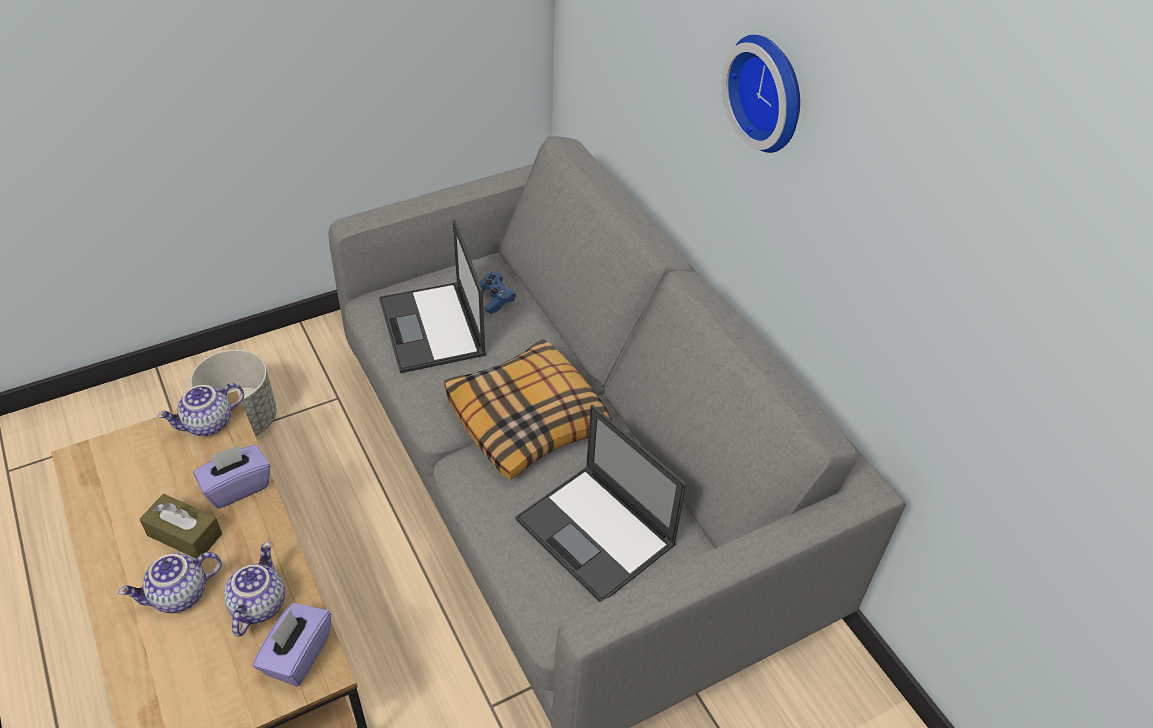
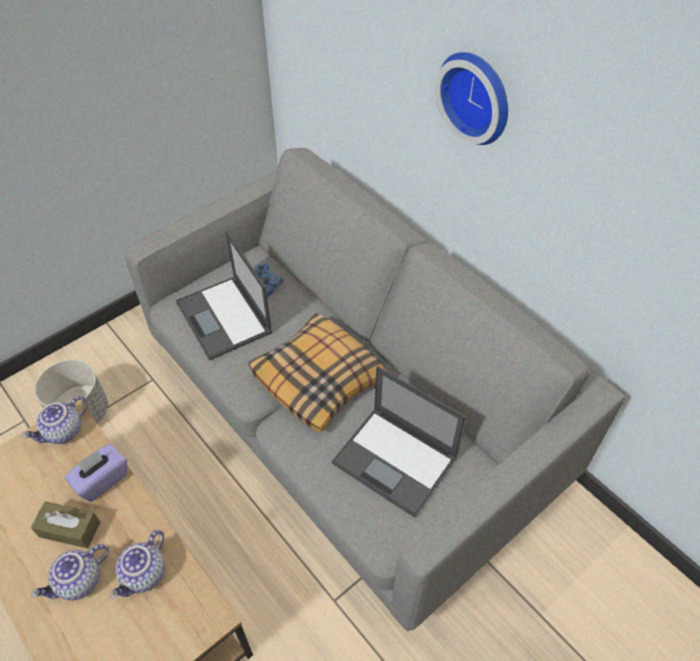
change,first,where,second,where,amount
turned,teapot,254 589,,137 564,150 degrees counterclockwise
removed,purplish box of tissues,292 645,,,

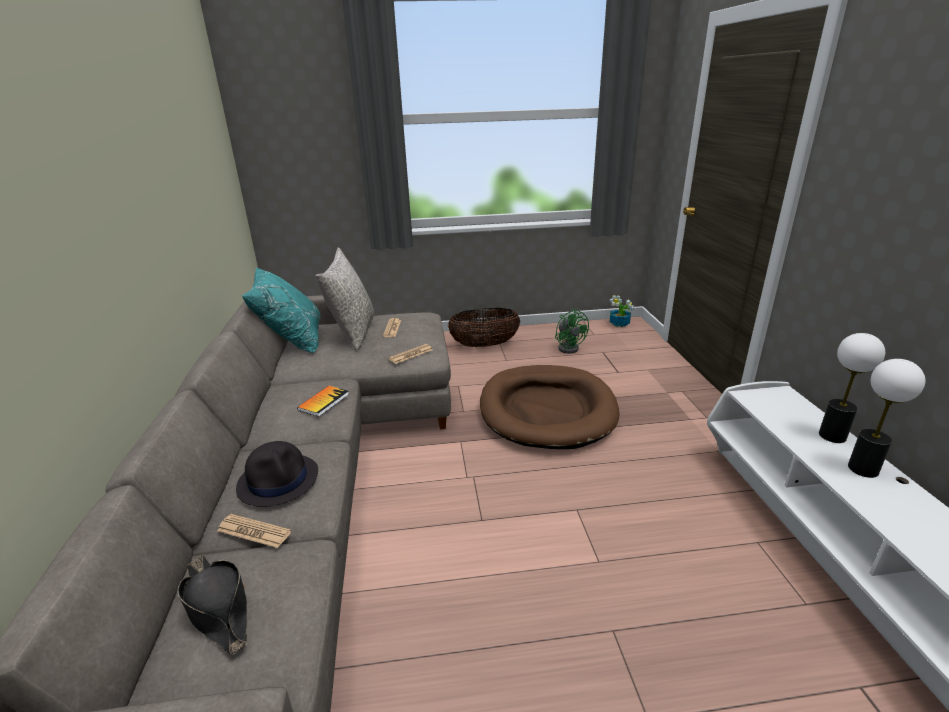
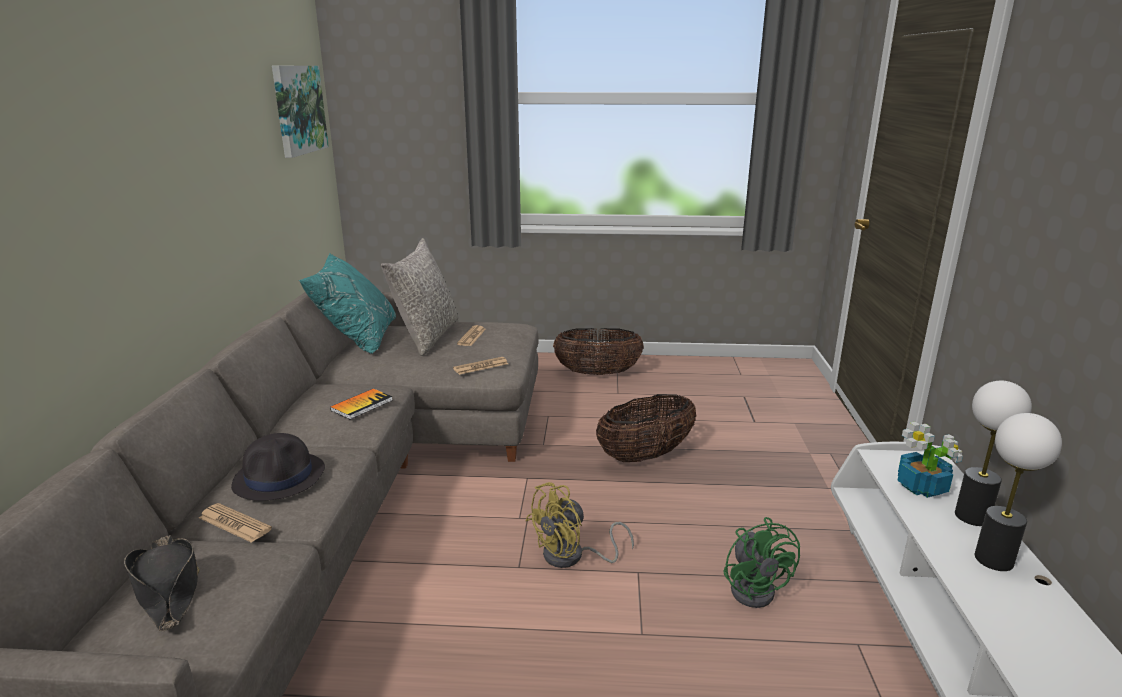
change,first,where,second,where,amount
moved,potted plant,622 311,,930 460,
moved,greenish electric fan,572 331,,761 562,
replaced,brownish dog bed,550 407,household basket,646 428,
added,,,wall picture,300 112,
added,,,yellow-coloured electric fan,579 525,

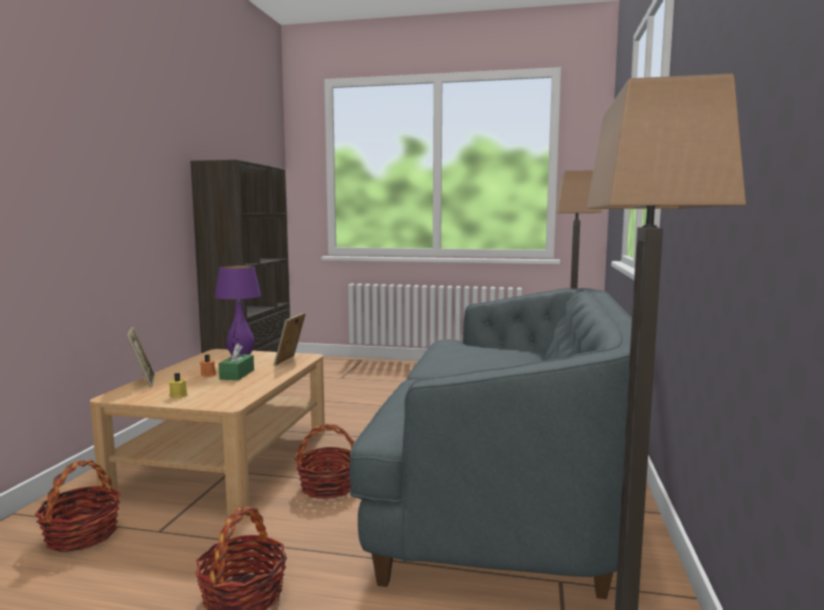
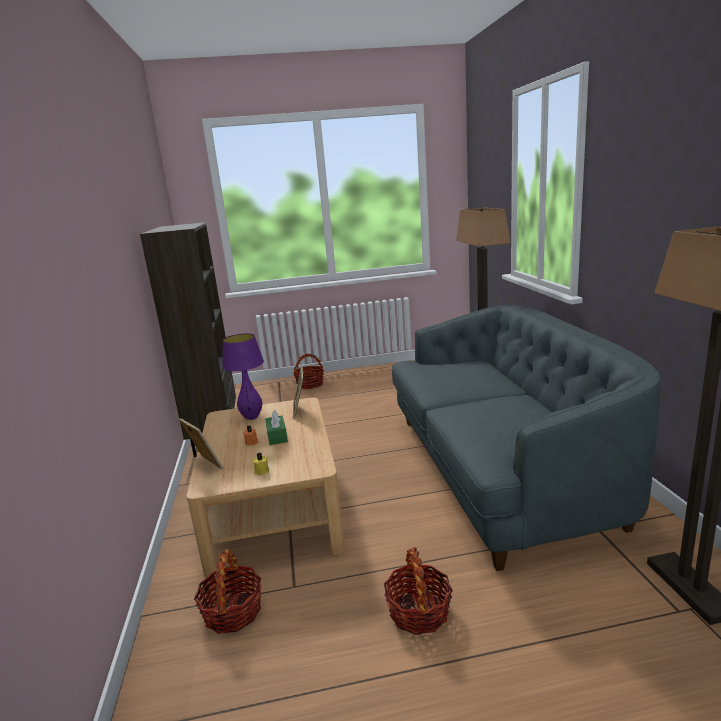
change,first,where,second,where,amount
moved,household basket,324 461,,308 371,

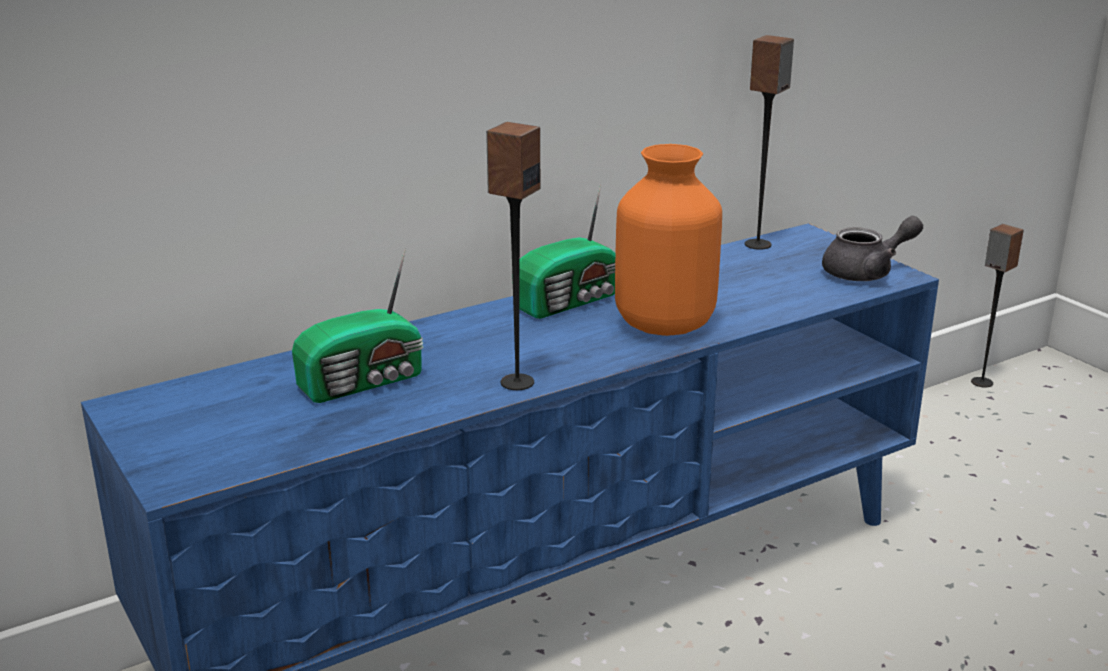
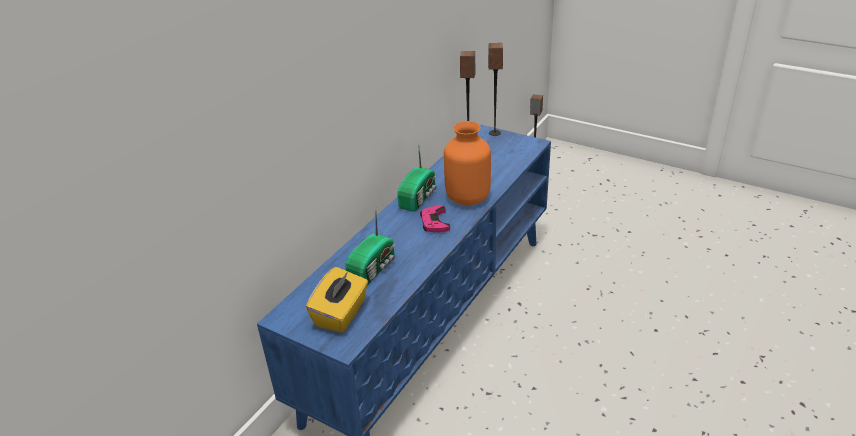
change,first,where,second,where,amount
moved,audio speaker,513 256,,495 89,
removed,grey teapot,872 248,,,
added,,,pinkish gamepad,435 218,
added,,,yellow-coloured box of tissues,337 300,

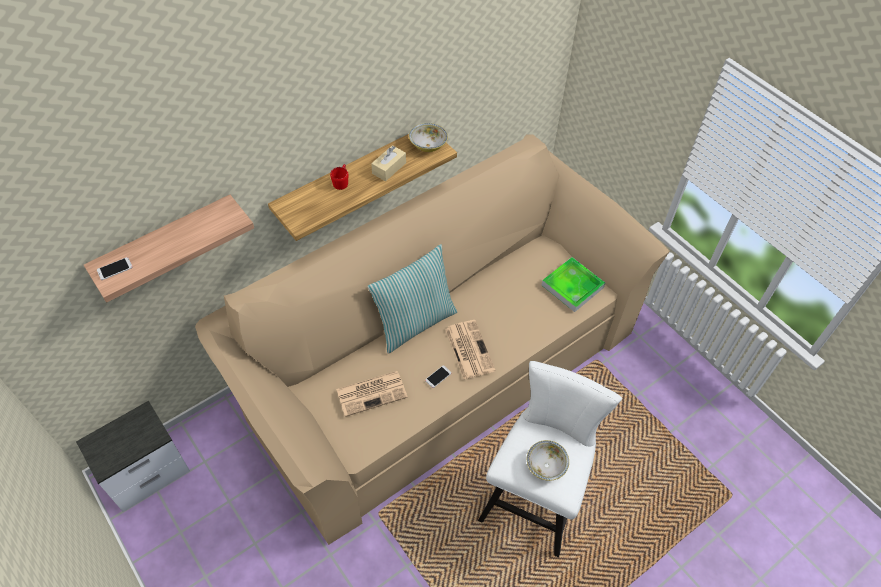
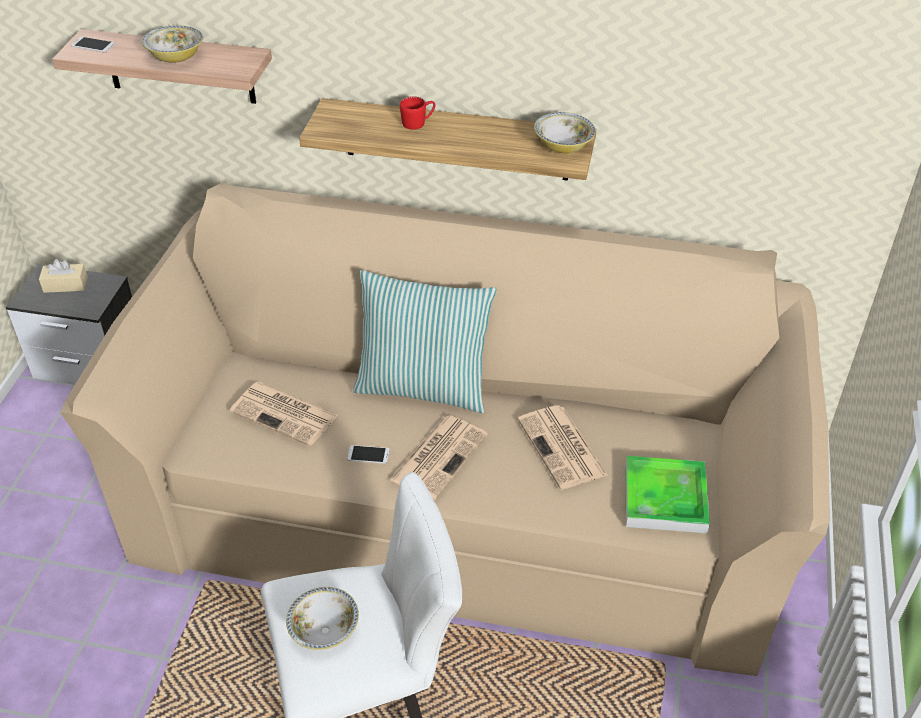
change,first,where,second,where,amount
moved,sand-coloured box of tissues,388 163,,63 276,
added,,,deep dish,172 44,
added,,,newspaper,563 447,

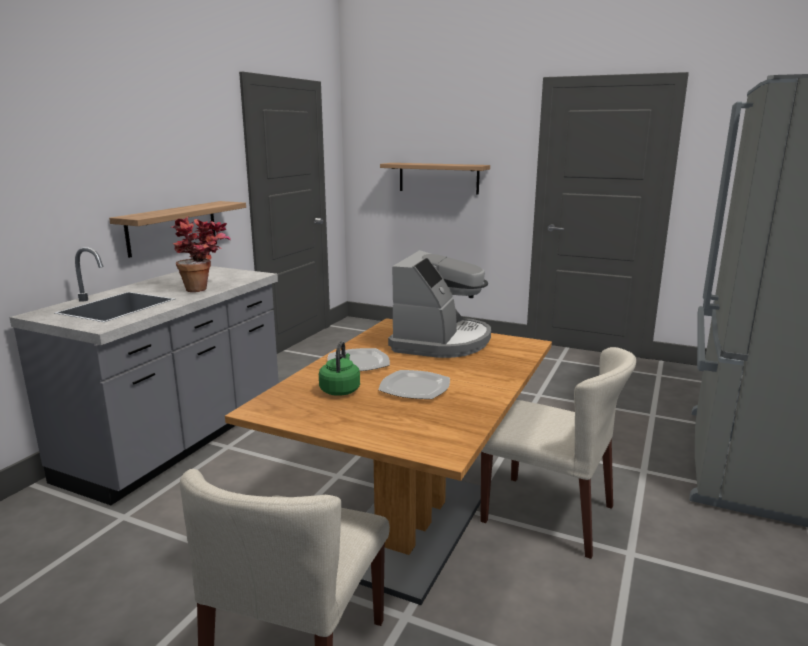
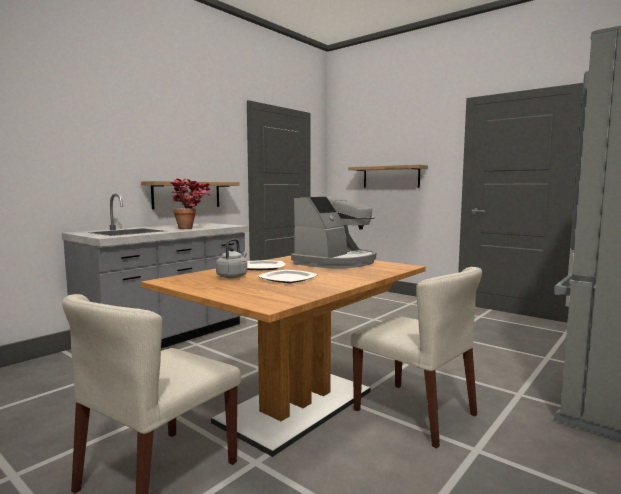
change,first,where,second,where,amount
recoloured,greenish kettle,339 368,grey kettle,231 258,

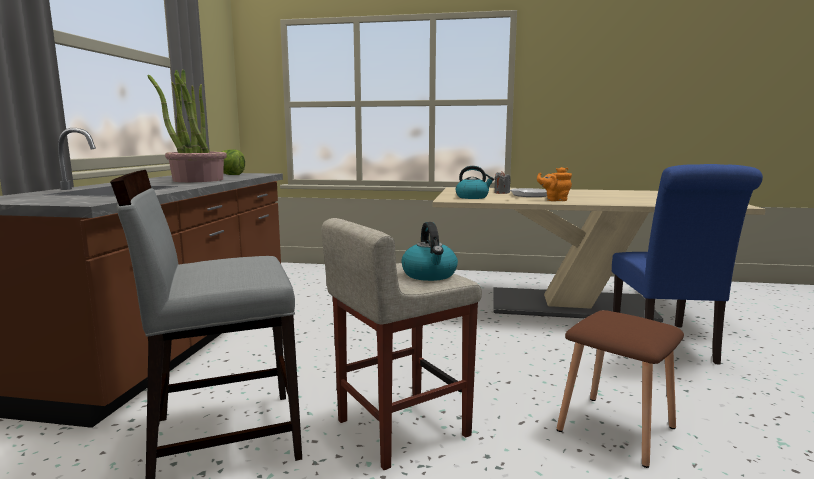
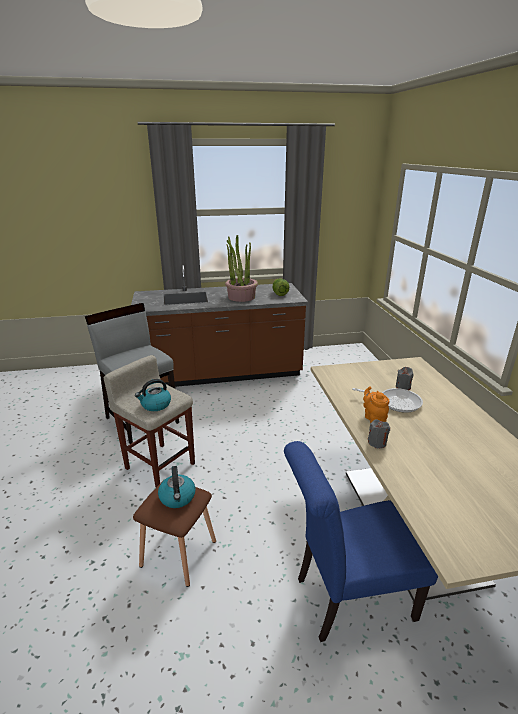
change,first,where,second,where,amount
moved,kettle,475 182,,176 487,
added,,,grey wax candle,379 433,

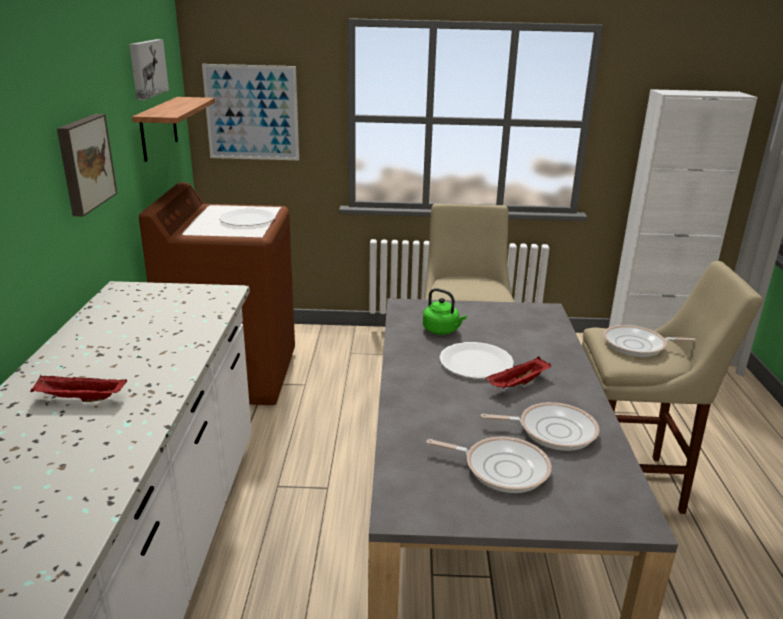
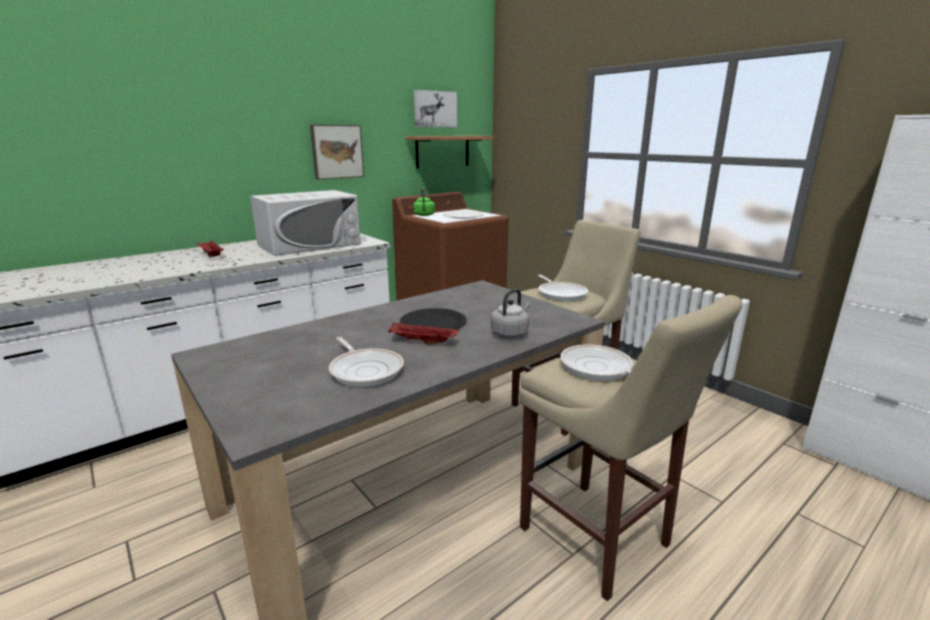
change,first,where,second,where,amount
removed,wall picture,250 112,,,
moved,greenish kettle,445 311,,424 202,
recoloured,whitish dinner plate,476 360,black dinner plate,433 318,
moved,pan,489 465,,562 288,
added,,,whitish microwave,305 223,
added,,,grey kettle,510 313,

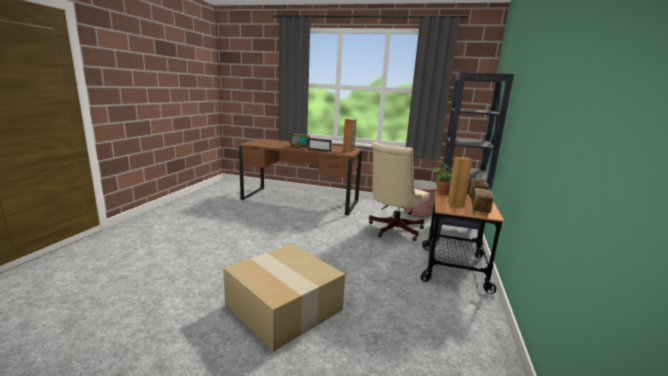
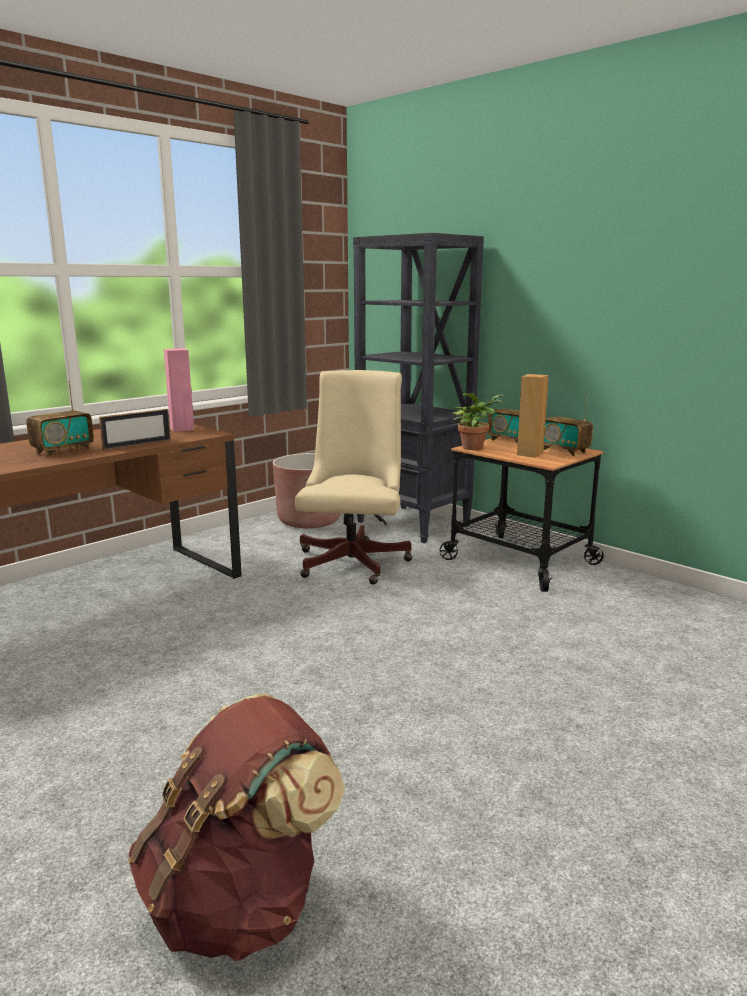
change,first,where,second,where,amount
recoloured,brownish audio speaker,350 135,pinkish audio speaker,179 390,
turned,sand-coloured desk chair,399 191,,354 477,150 degrees counterclockwise
removed,carton,284 298,,,
added,,,brownish rucksack,236 827,

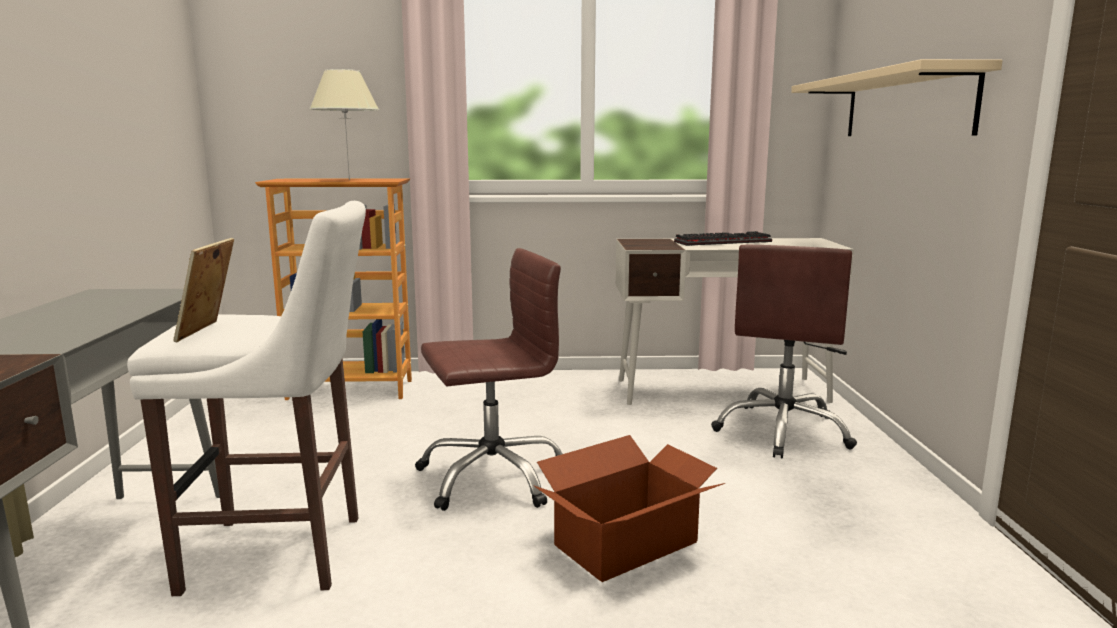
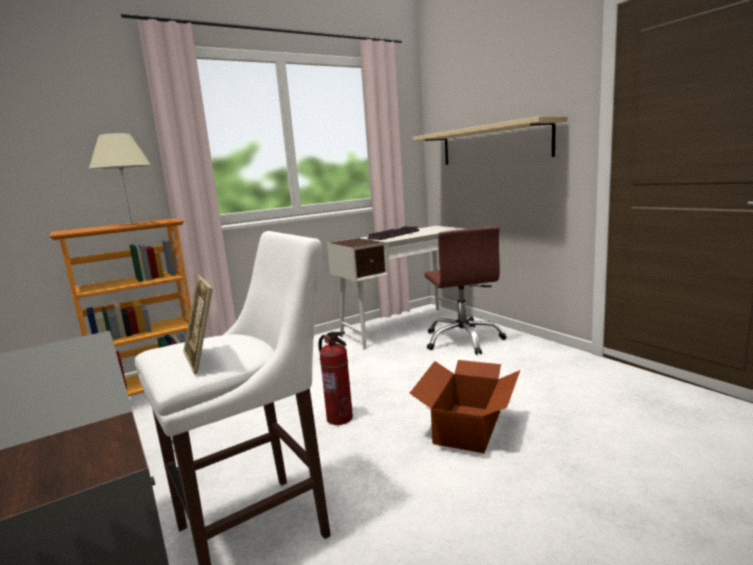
change,first,where,second,where,amount
replaced,brownish desk chair,488 379,fire-fighting cylinder,335 378,

